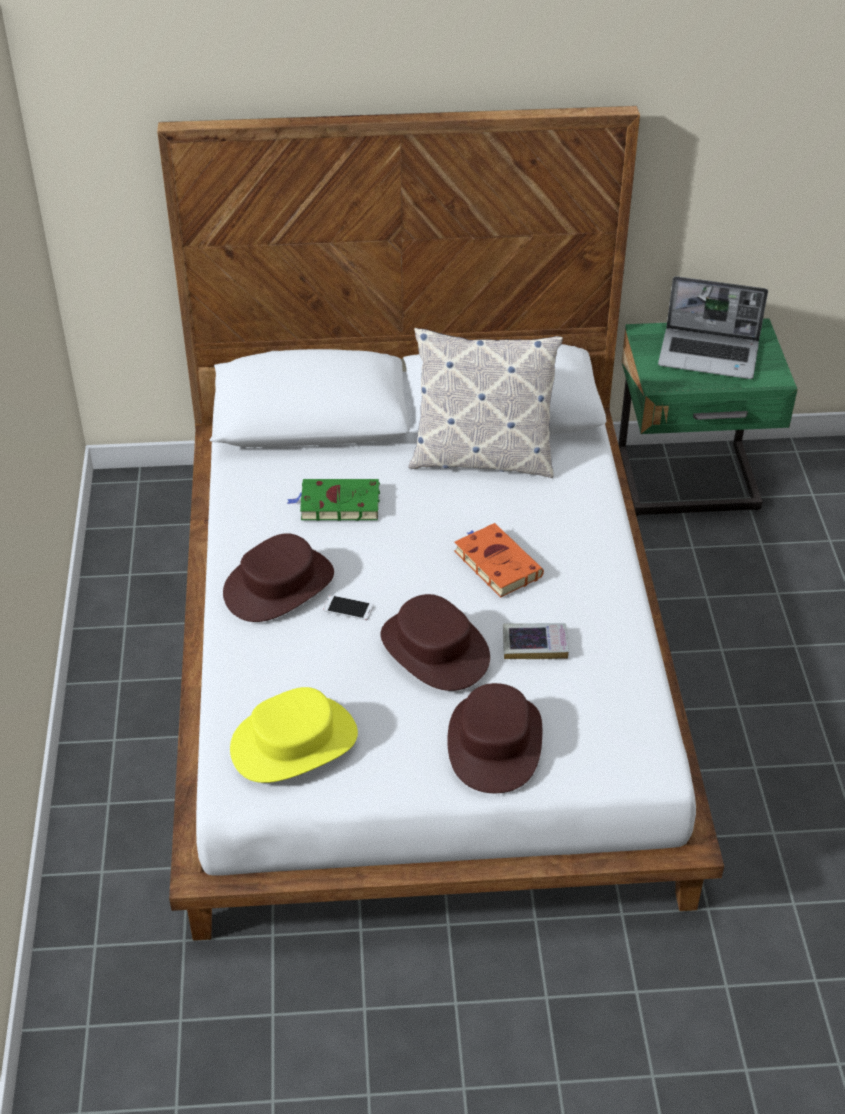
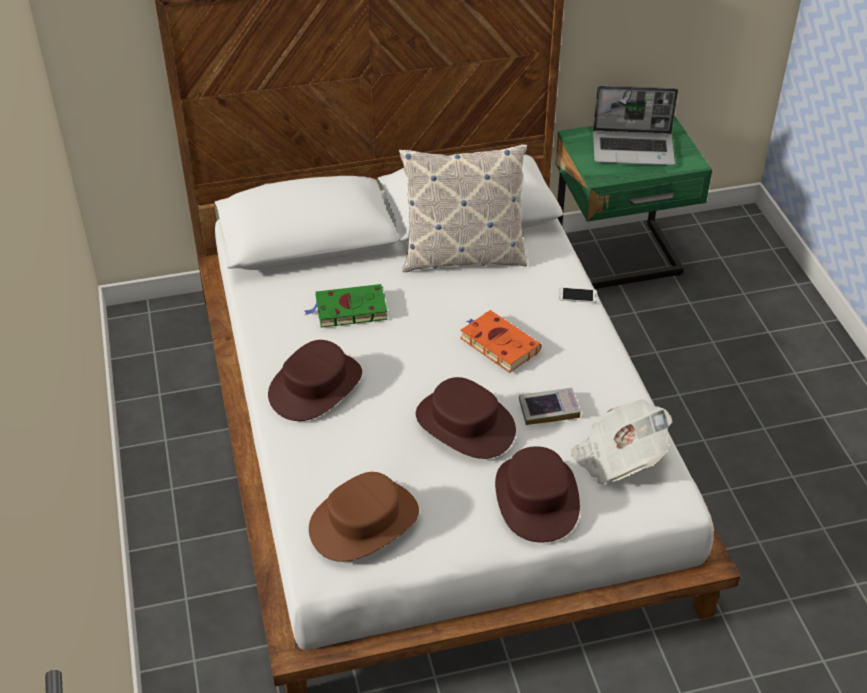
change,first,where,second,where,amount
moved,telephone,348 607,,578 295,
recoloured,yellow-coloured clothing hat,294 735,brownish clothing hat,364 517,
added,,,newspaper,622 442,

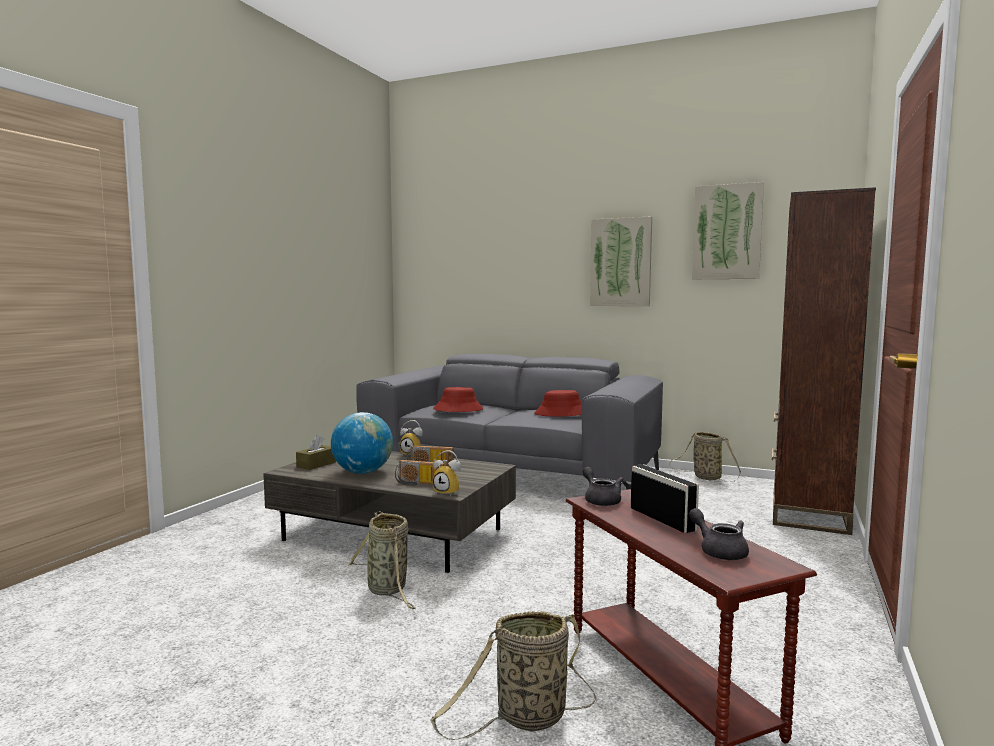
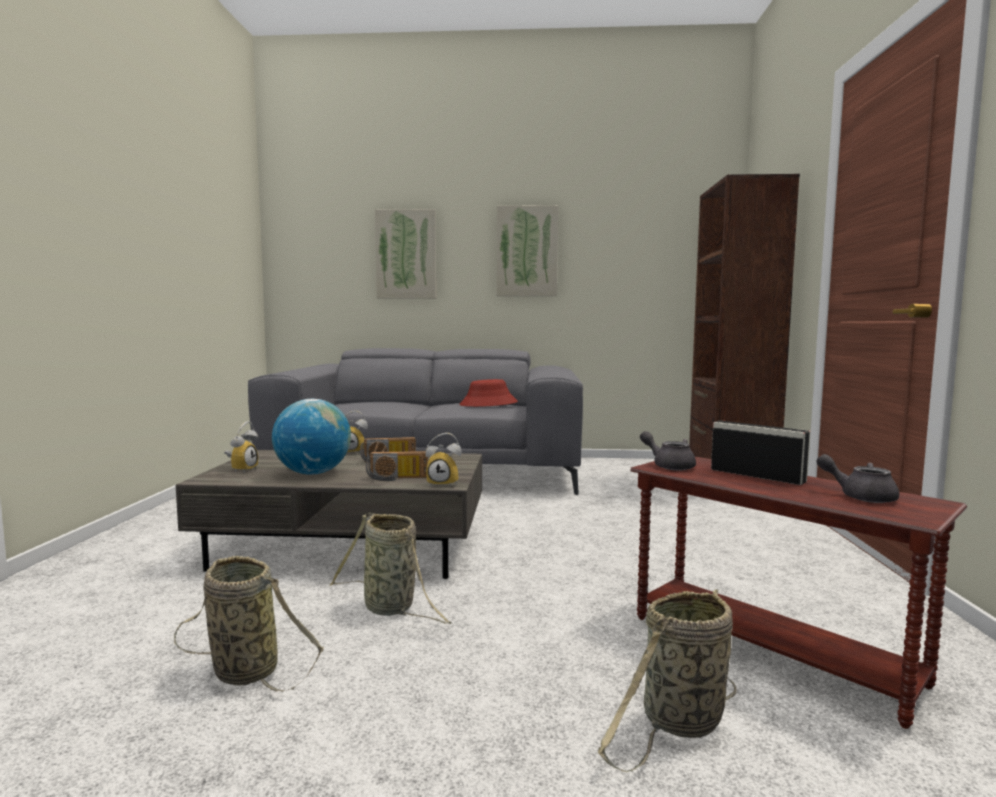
change,first,where,second,where,amount
moved,wall picture,728 230,,405 254,
removed,red clothing hat,458 399,,,
moved,household basket,705 457,,249 624,
replaced,brownish box of tissues,316 452,bedside clock,241 447,

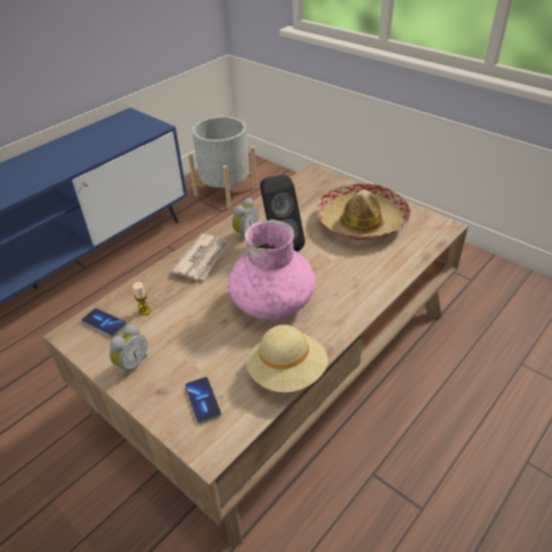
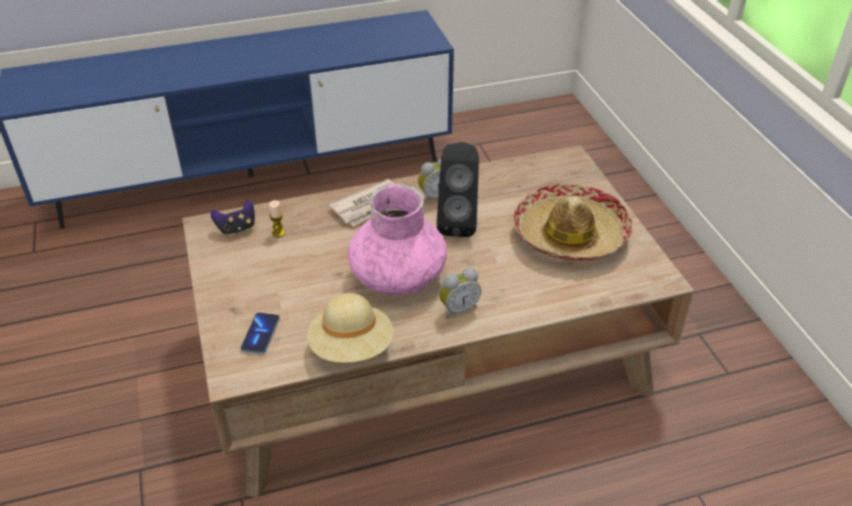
change,first,where,second,where,amount
removed,grey plant pot,222 162,,,
replaced,telephone,104 322,gamepad,233 218,
moved,bedside clock,128 350,,460 293,

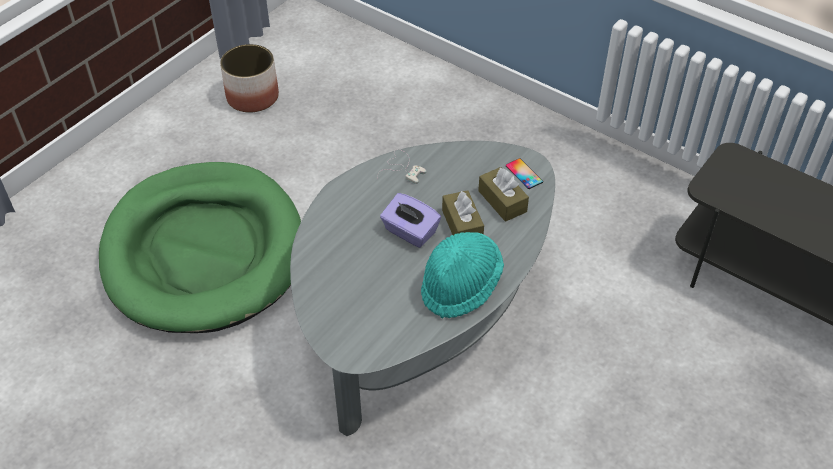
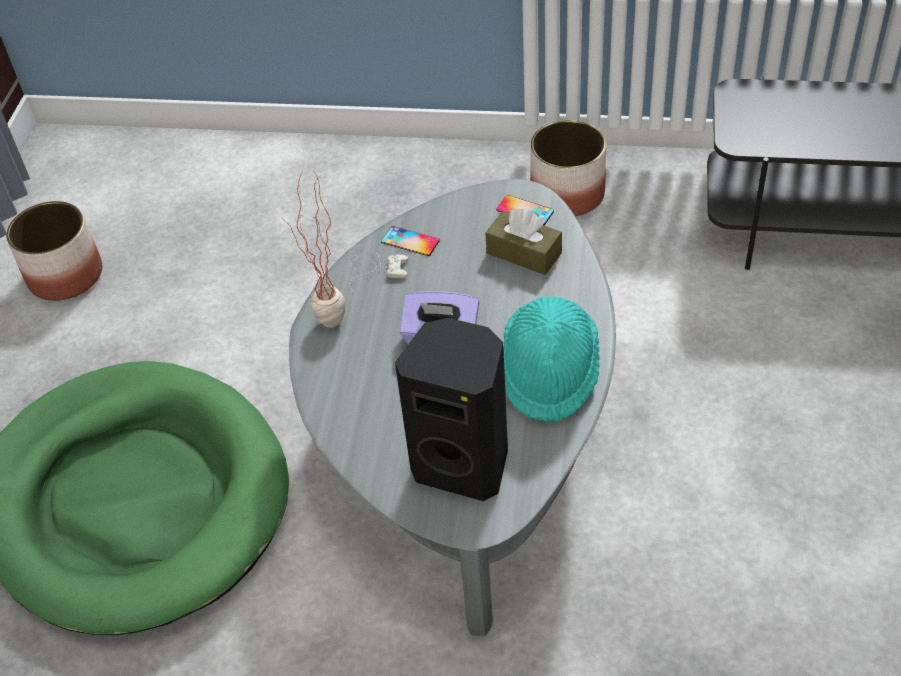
change,first,where,second,where,amount
removed,brownish box of tissues,463 213,,,
added,,,plant pot,568 168,
added,,,potted plant,315 249,
added,,,telephone,410 241,
added,,,black audio speaker,451 409,

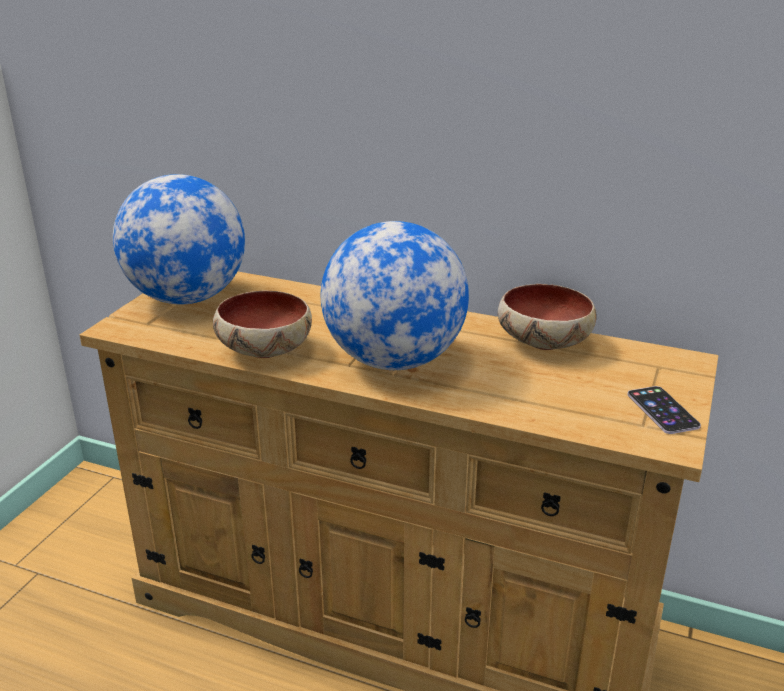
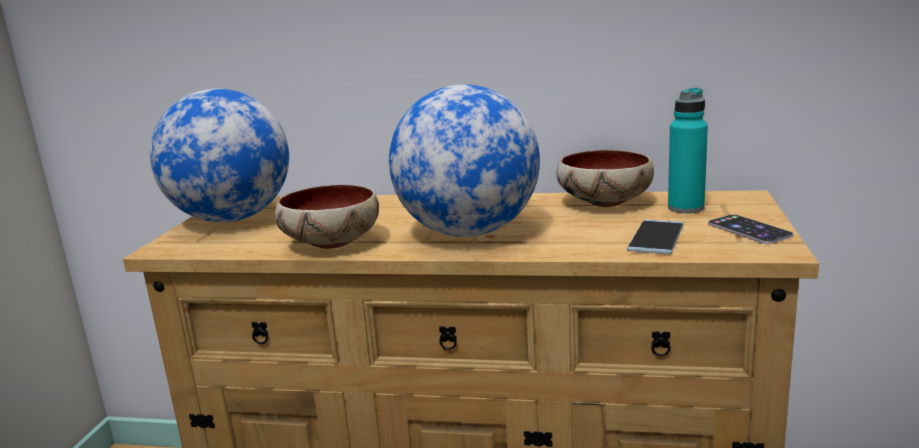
change,first,where,second,where,amount
added,,,turquoise beverage bottle,688 150,
added,,,telephone,655 237,

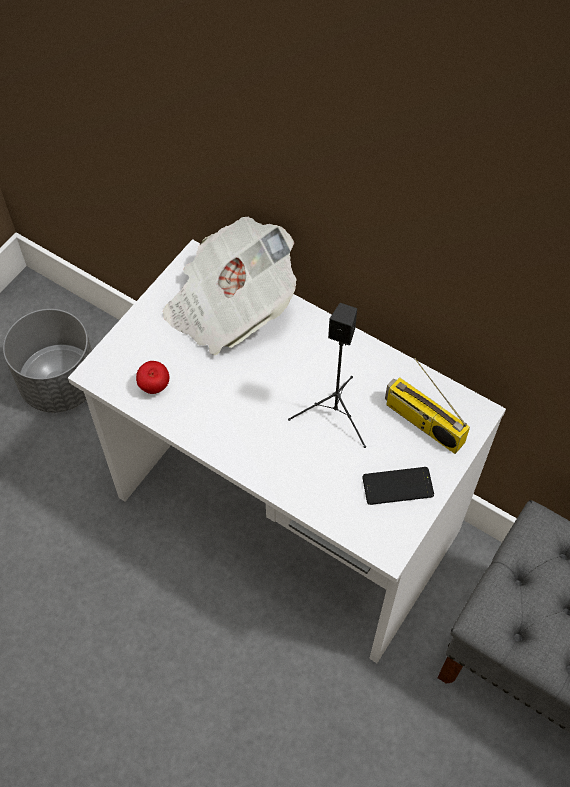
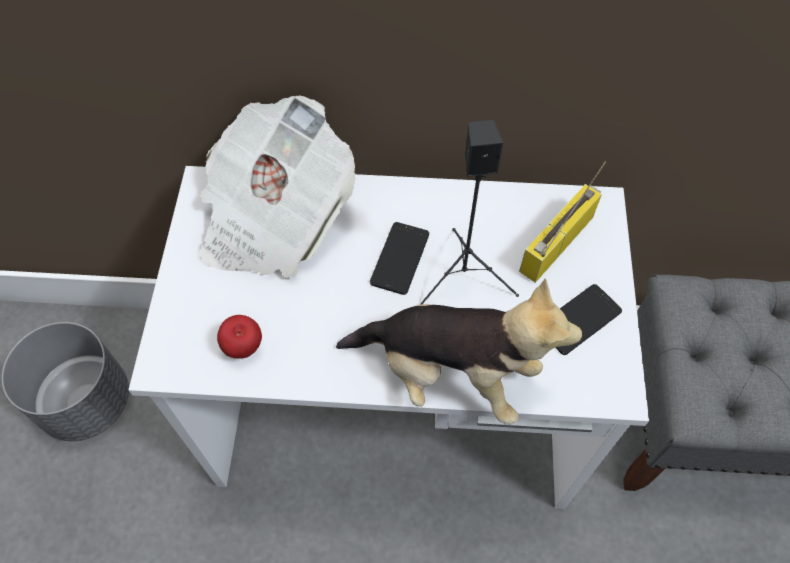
change,first,where,second,where,amount
turned,radio set,427 406,,562 222,120 degrees clockwise
added,,,telephone,399 258,
added,,,cuddly toy,459 351,

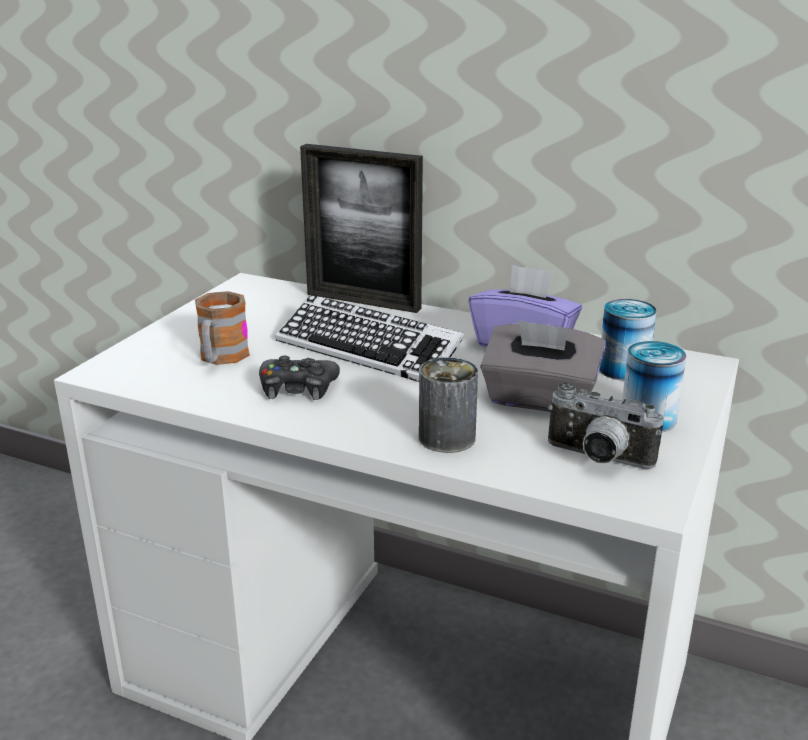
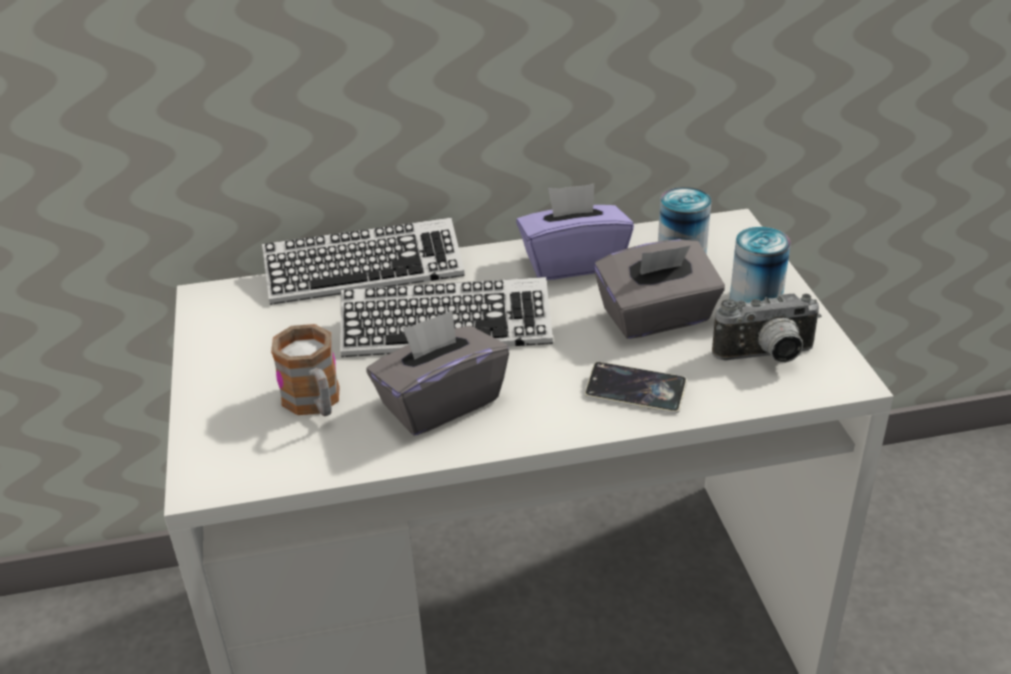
change,first,where,second,where,amount
replaced,photo frame,361 228,PC keyboard,363 261,
replaced,black gamepad,299 378,grey box of tissues,438 373,
replaced,can,448 405,telephone,636 388,

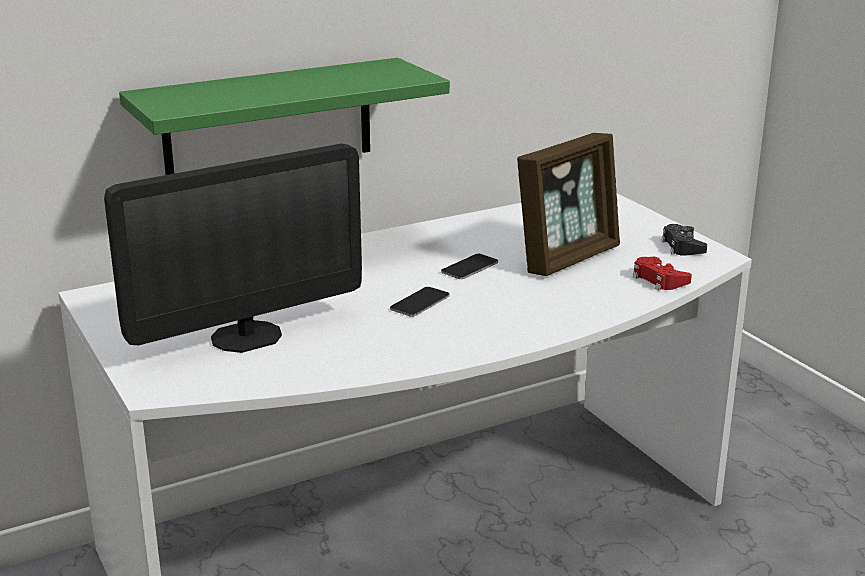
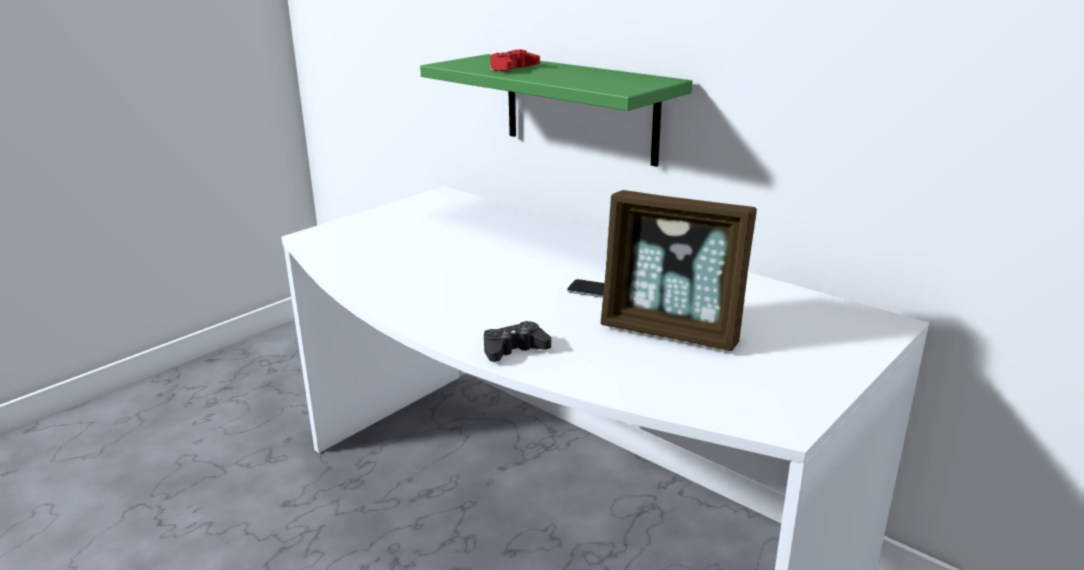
change,first,where,second,where,amount
removed,monitor,233 248,,,
moved,black gamepad,684 240,,517 341,
moved,red gamepad,662 274,,515 60,
removed,telephone,420 302,,,

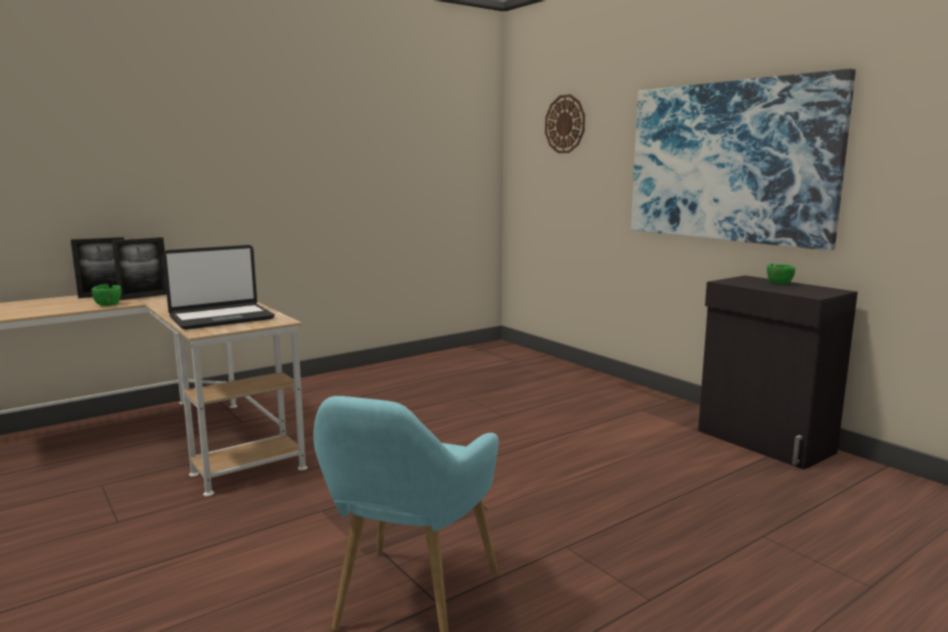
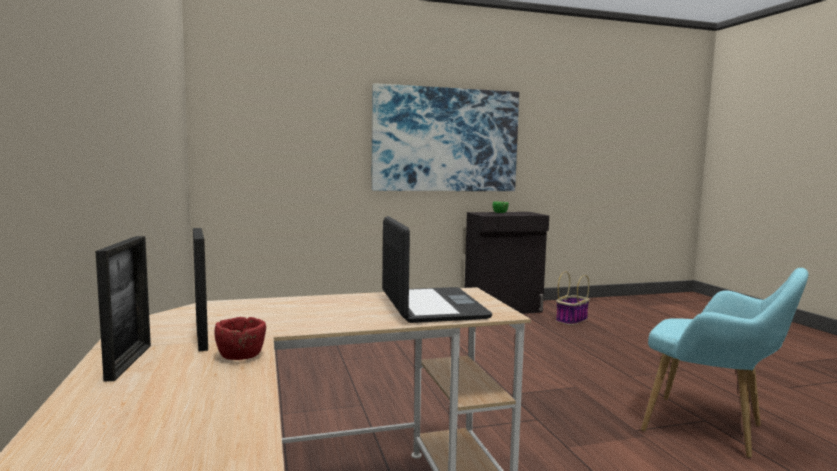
change,first,where,second,where,amount
removed,clock on the wall,565 123,,,
recoloured,greenish deep dish,106 295,red deep dish,240 338,
added,,,household basket,572 298,

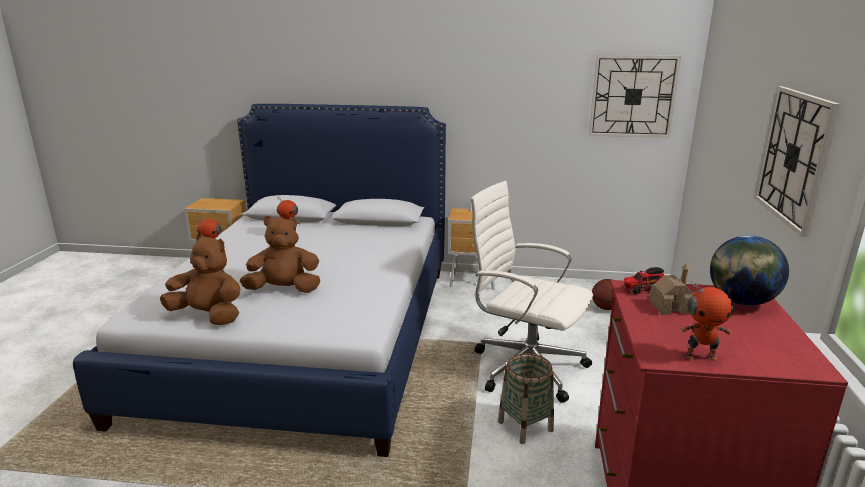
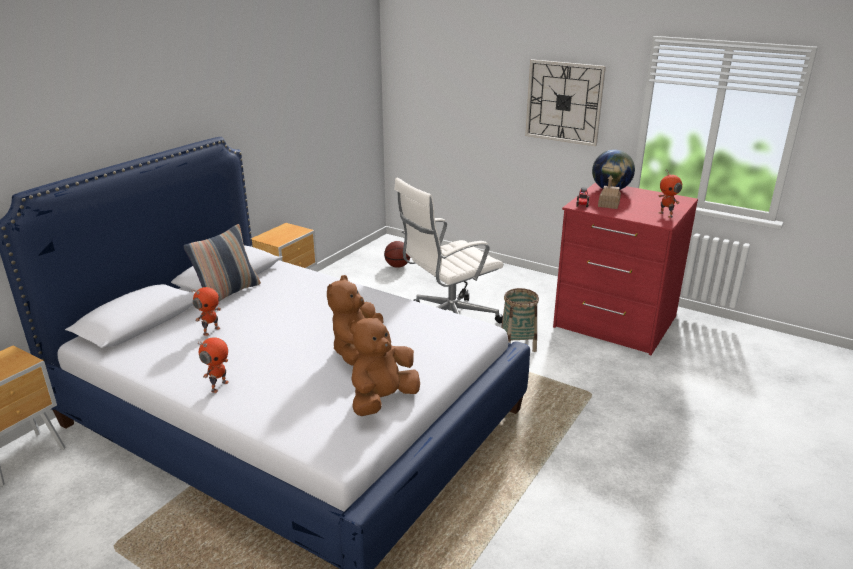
change,first,where,second,where,amount
removed,clock on the wall,635 96,,,
turned,robot figure,707 321,,670 194,120 degrees clockwise
added,,,cushion,222 263,

